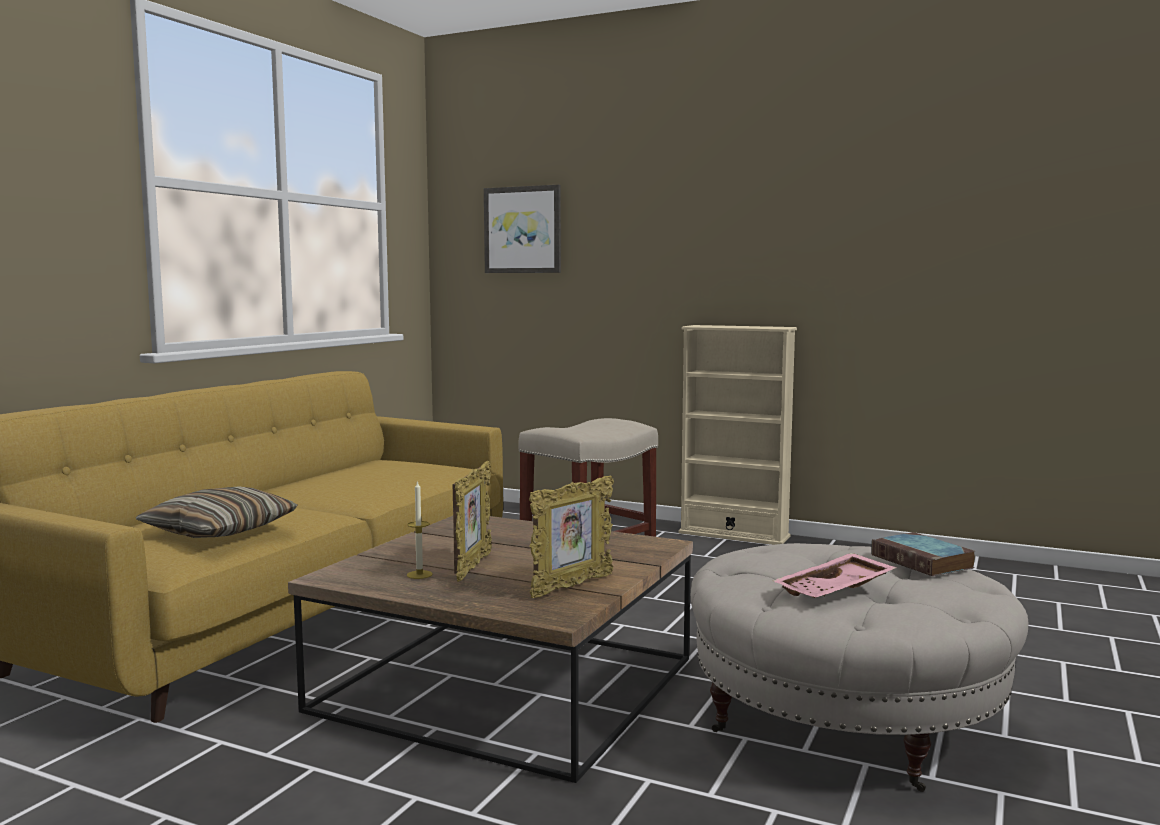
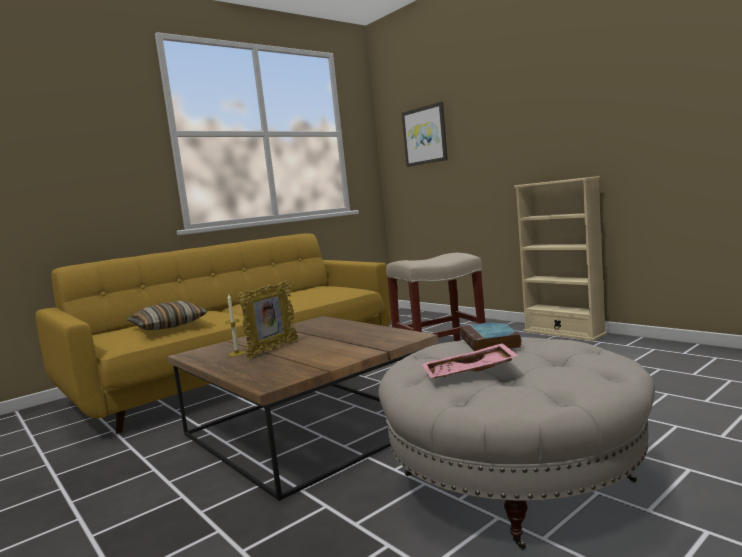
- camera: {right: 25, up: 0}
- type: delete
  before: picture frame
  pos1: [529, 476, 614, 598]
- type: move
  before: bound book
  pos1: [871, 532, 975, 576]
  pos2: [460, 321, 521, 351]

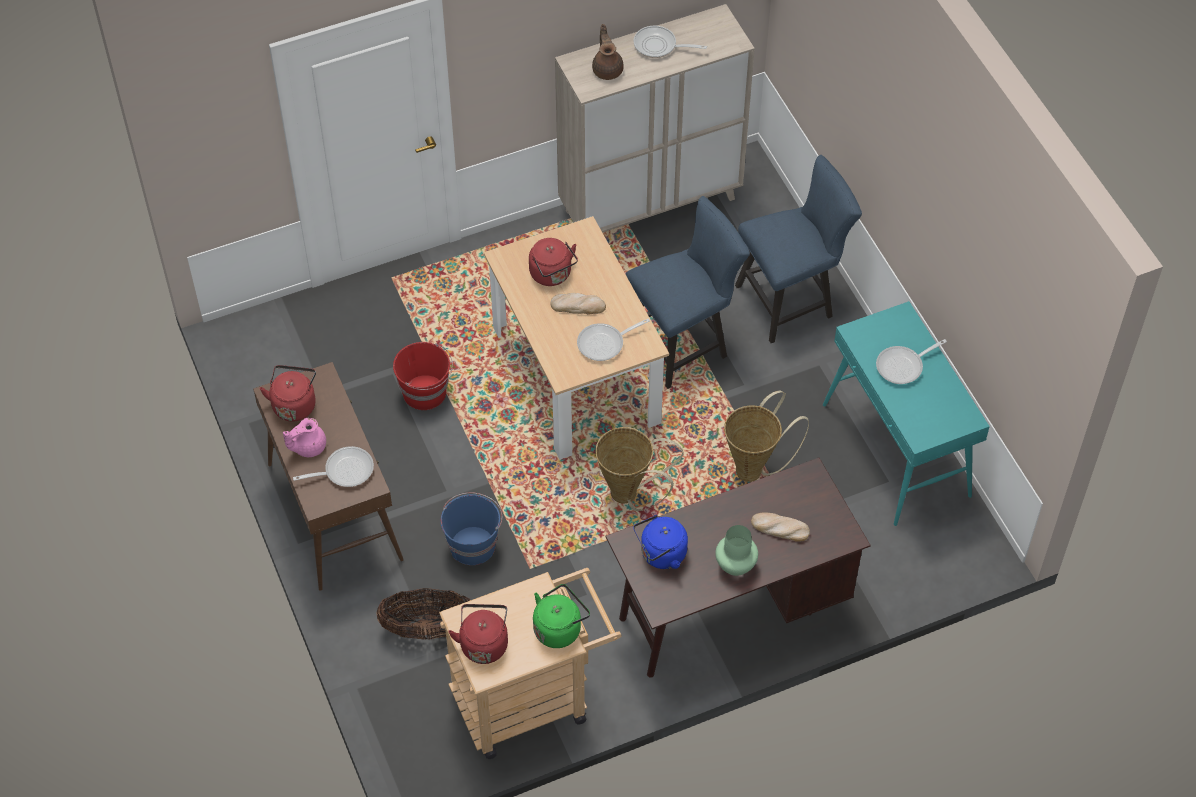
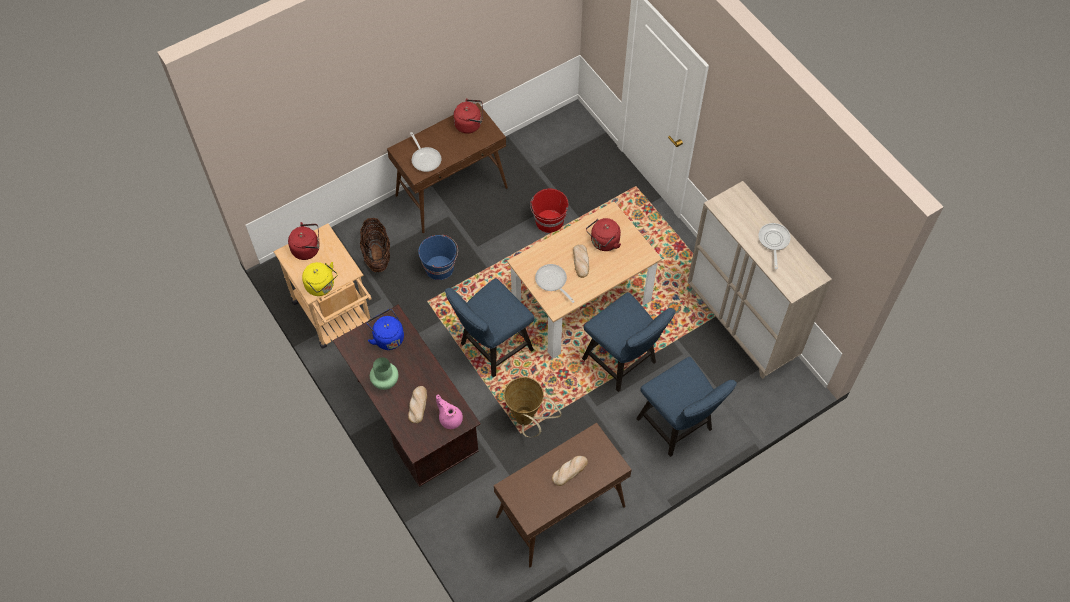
- camera: {right: 80, up: 5}
- type: move
  before: pink-coloured teapot
  pos1: [283, 418, 326, 457]
  pos2: [436, 395, 463, 429]
- type: recolor
  before: green tea kettle
  after: yellow tea kettle
  pos1: [533, 584, 590, 648]
  pos2: [302, 262, 338, 296]
- type: delete
  before: brown teapot
  pos1: [592, 24, 624, 80]
- type: replace
  before: storage basket
  after: blue upright chair
  pos1: [595, 427, 684, 511]
  pos2: [445, 278, 535, 378]
- type: recolor
  before: turquoise hall table
  after: brown hall table
  pos1: [823, 301, 990, 526]
  pos2: [494, 423, 632, 567]
- type: replace
  before: frying pan
  after: bakery bread
  pos1: [876, 339, 947, 384]
  pos2: [552, 456, 588, 486]

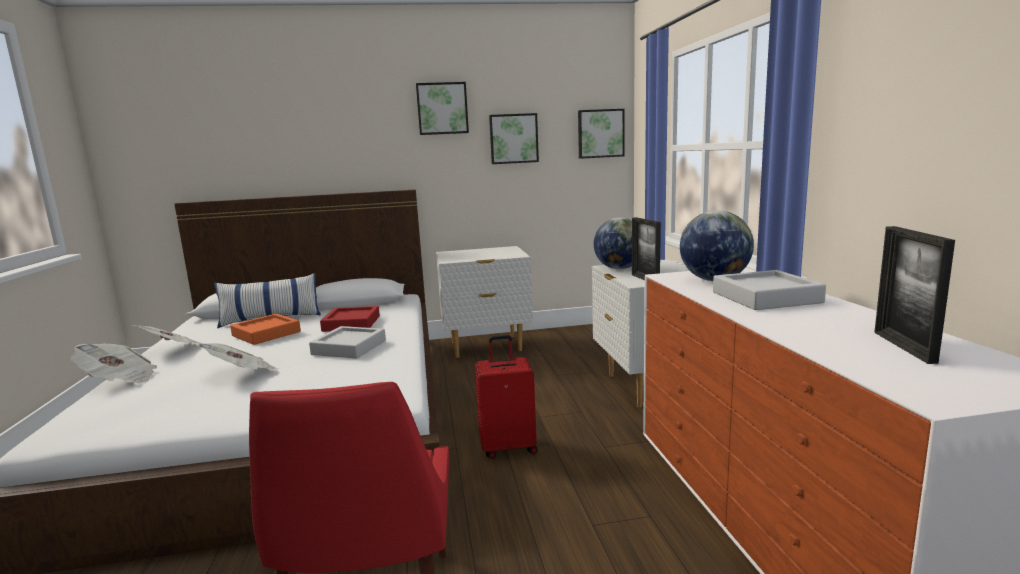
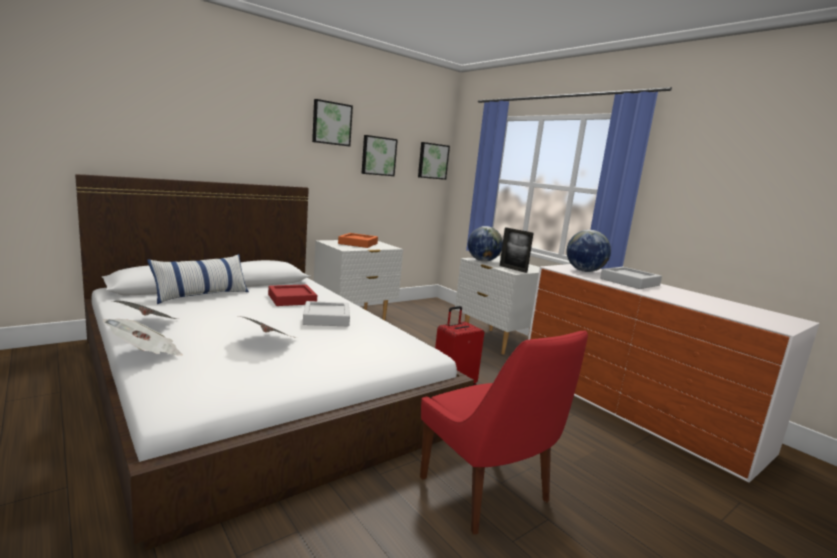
- camera: {right: -30, up: 0}
- type: move
  before: orange serving tray
  pos1: [230, 314, 301, 345]
  pos2: [338, 233, 378, 248]
- type: delete
  before: picture frame
  pos1: [874, 226, 955, 364]

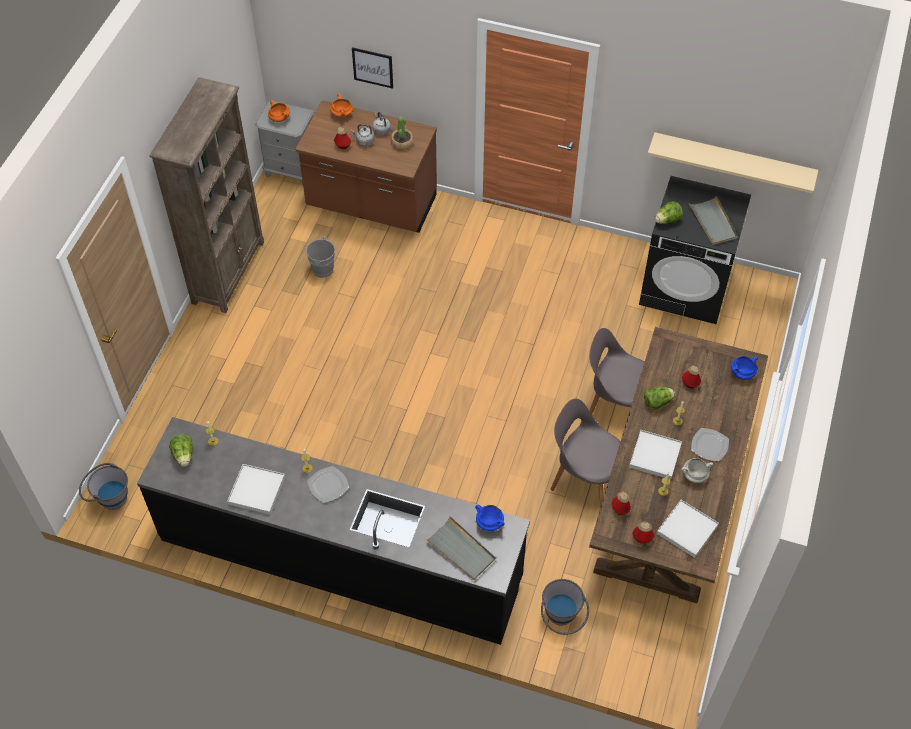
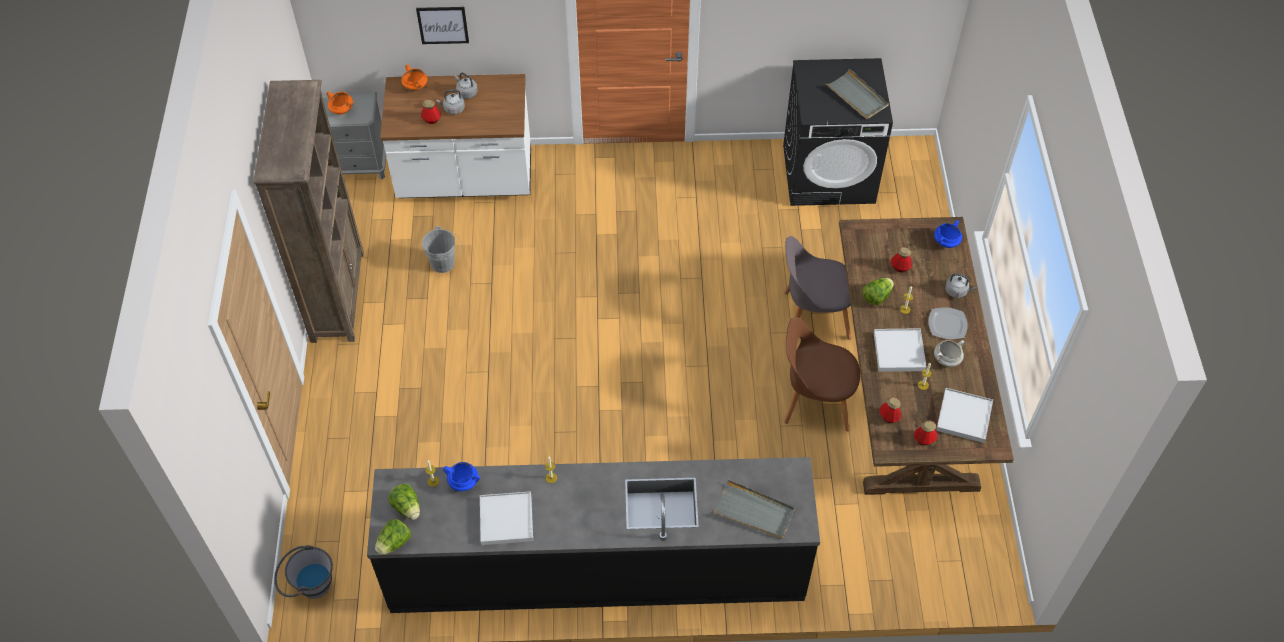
- camera: {right: -20, up: 0}
- type: recolor
  before: brown kitchen base unit
  after: whitish kitchen base unit
  pos1: [295, 100, 437, 233]
  pos2: [380, 74, 531, 198]
- type: delete
  before: dinner plate
  pos1: [307, 466, 349, 503]
- type: delete
  before: potted plant
  pos1: [391, 117, 414, 150]
- type: move
  before: blue saucepot
  pos1: [475, 505, 505, 531]
  pos2: [443, 462, 480, 491]
- type: delete
  before: gray bucket
  pos1: [541, 579, 589, 635]
- type: recolor
  before: gray upright chair
  after: brown upright chair
  pos1: [551, 399, 621, 507]
  pos2: [784, 317, 860, 431]
- type: delete
  before: sand-coloured shelf
  pos1: [647, 132, 819, 194]
- type: move
  before: lettuce head
  pos1: [655, 201, 683, 224]
  pos2: [375, 519, 411, 555]
- type: insert
  after: gray tea kettle
  pos2: [945, 273, 976, 298]

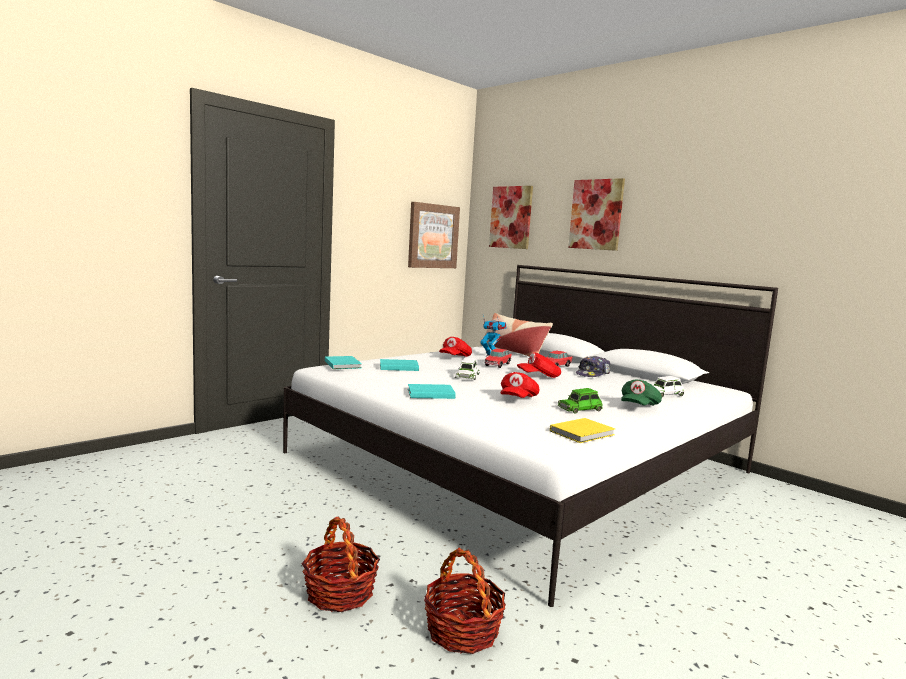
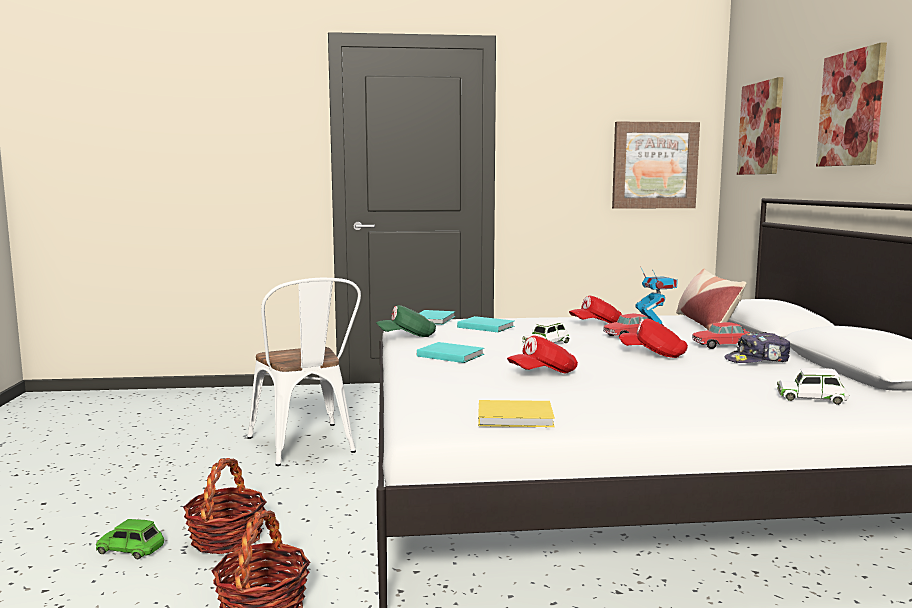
- camera: {right: 40, up: 0}
- type: move
  before: green model car
  pos1: [558, 388, 603, 414]
  pos2: [96, 519, 164, 559]
- type: move
  before: green cap
  pos1: [621, 379, 662, 406]
  pos2: [376, 305, 436, 337]
- type: insert
  after: whitish upright chair
  pos2: [247, 278, 361, 466]

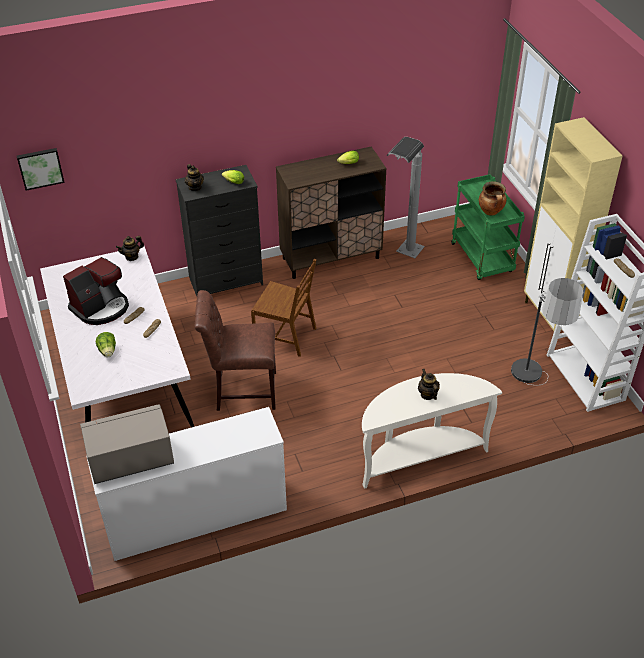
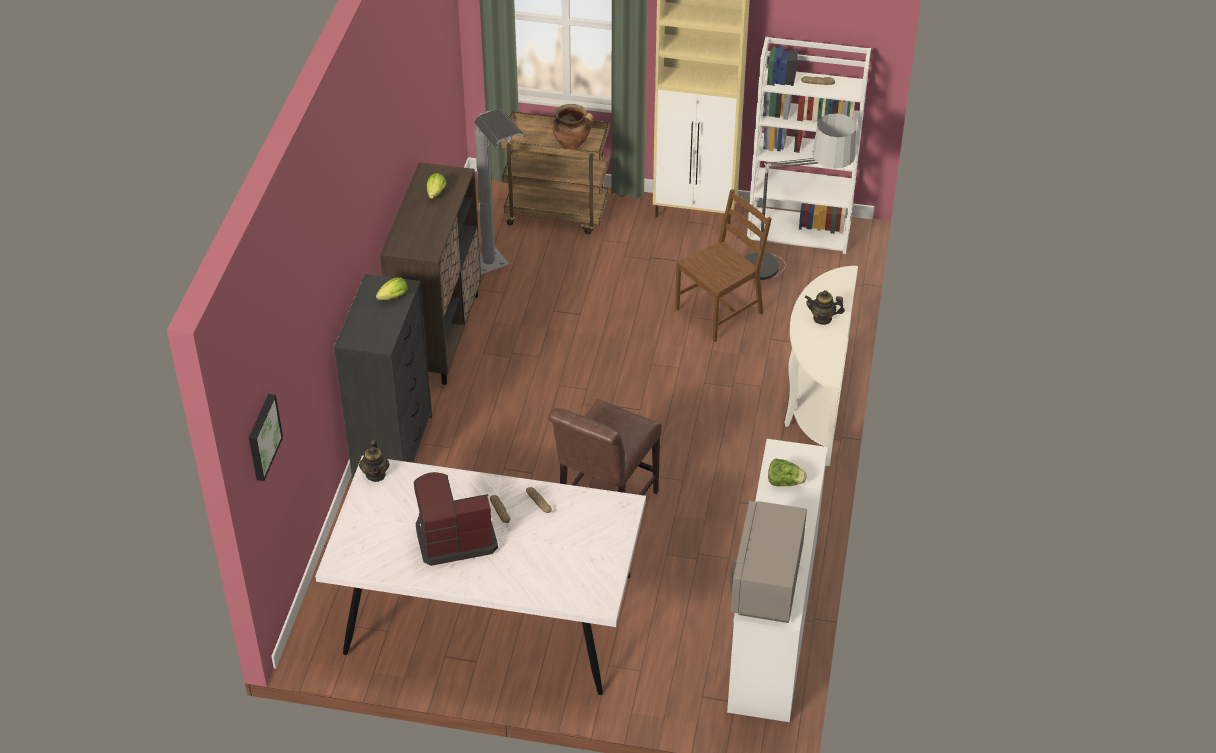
- camera: {right: -60, up: 0}
- type: rotate
  before: coffee brewer
  pos1: [63, 257, 129, 325]
  pos2: [414, 472, 498, 566]
  turn: -90
- type: move
  before: lettuce head
  pos1: [96, 332, 116, 357]
  pos2: [768, 458, 807, 486]
- type: delete
  before: teapot
  pos1: [185, 164, 204, 191]
- type: move
  before: brown upright chair
  pos1: [251, 259, 317, 357]
  pos2: [675, 189, 772, 342]
- type: recolor
  before: green trolley
  after: brown trolley
  pos1: [451, 174, 525, 280]
  pos2: [501, 111, 609, 234]

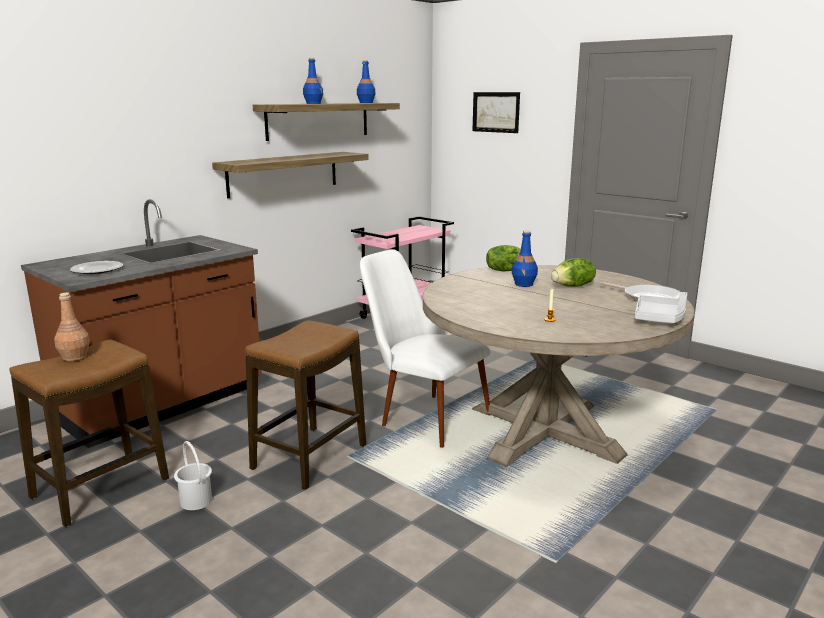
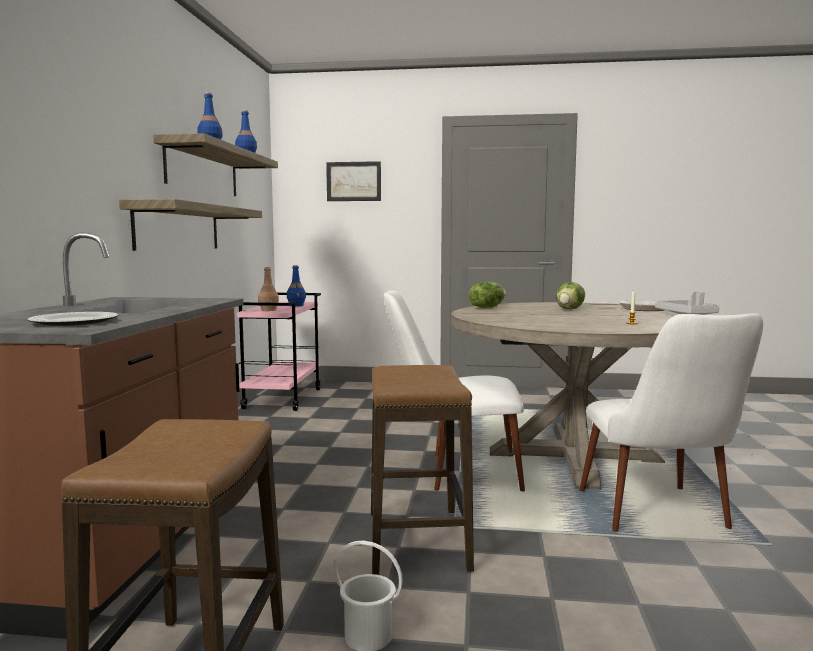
- camera: {right: -35, up: -10}
- type: move
  before: brown beverage bottle
  pos1: [54, 293, 90, 361]
  pos2: [258, 267, 279, 311]
- type: move
  before: blue beverage bottle
  pos1: [512, 230, 538, 287]
  pos2: [287, 265, 306, 307]
- type: insert
  after: whitish upright chair
  pos2: [580, 314, 763, 532]

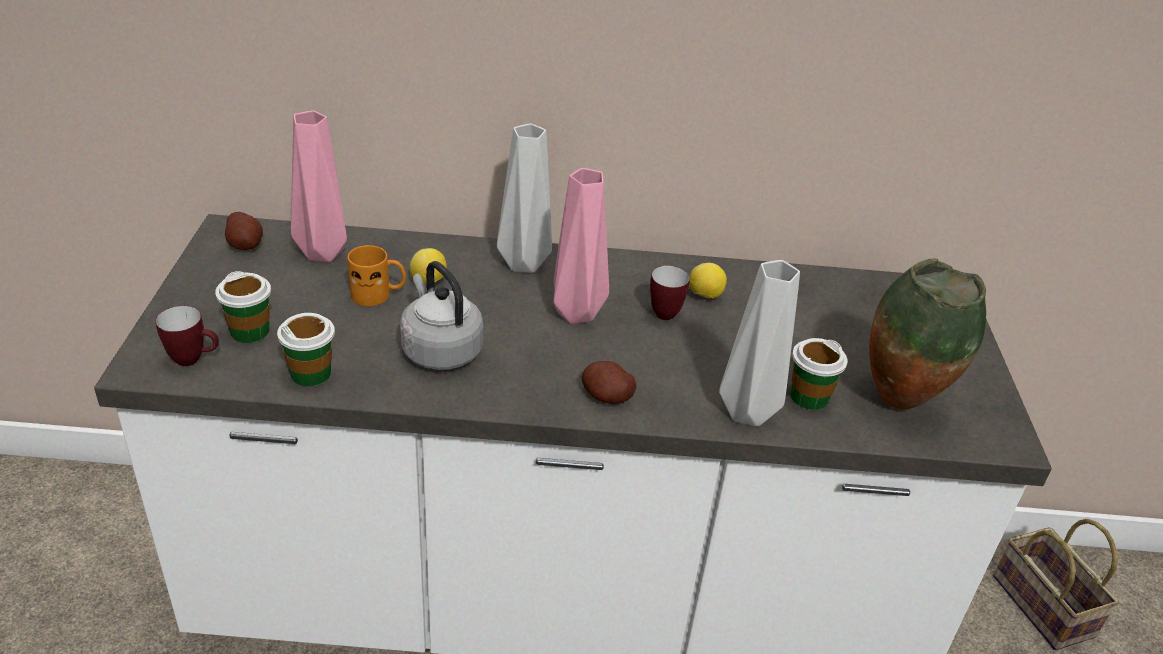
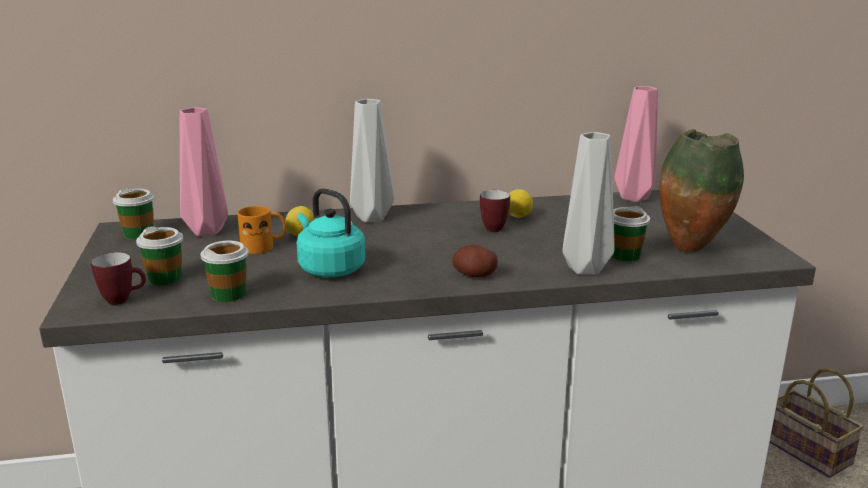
- camera: {right: -10, up: -15}
- type: replace
  before: whole potato
  after: small cup
  pos1: [225, 212, 263, 250]
  pos2: [113, 188, 154, 240]
- type: recolor
  before: gray tea kettle
  after: turquoise tea kettle
  pos1: [400, 261, 483, 370]
  pos2: [296, 188, 365, 277]
- type: move
  before: pink-coloured flower vase
  pos1: [554, 168, 609, 324]
  pos2: [615, 86, 658, 202]

